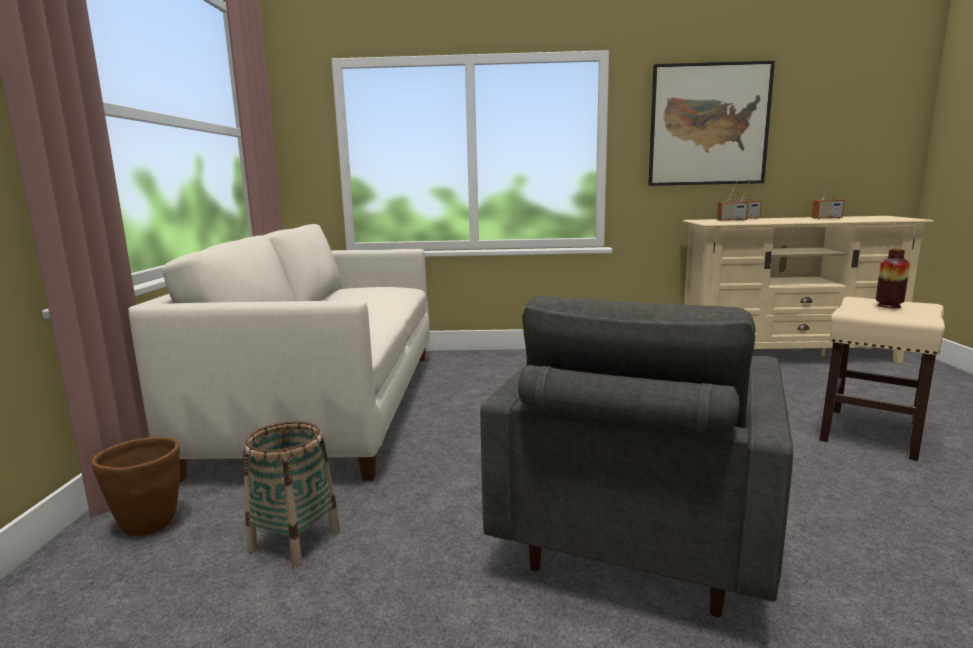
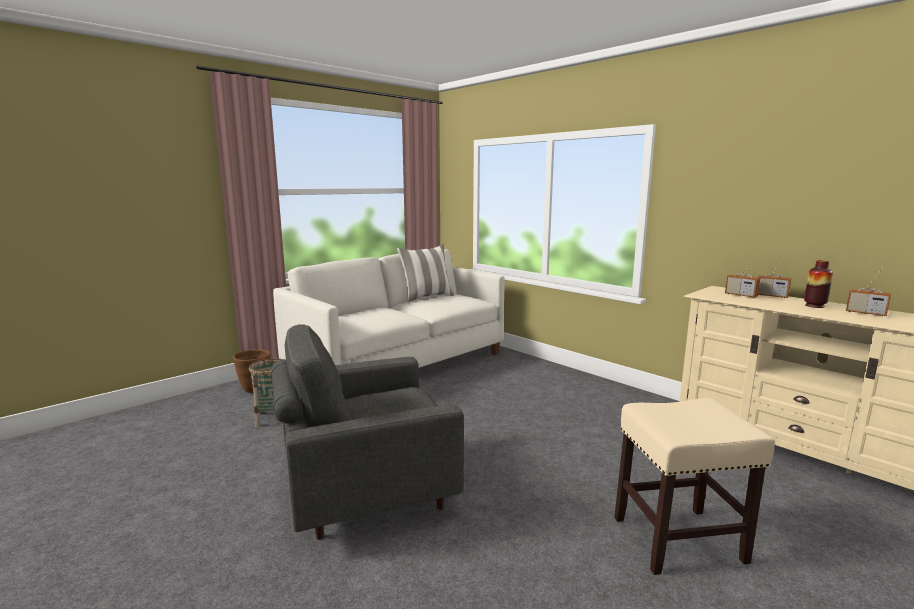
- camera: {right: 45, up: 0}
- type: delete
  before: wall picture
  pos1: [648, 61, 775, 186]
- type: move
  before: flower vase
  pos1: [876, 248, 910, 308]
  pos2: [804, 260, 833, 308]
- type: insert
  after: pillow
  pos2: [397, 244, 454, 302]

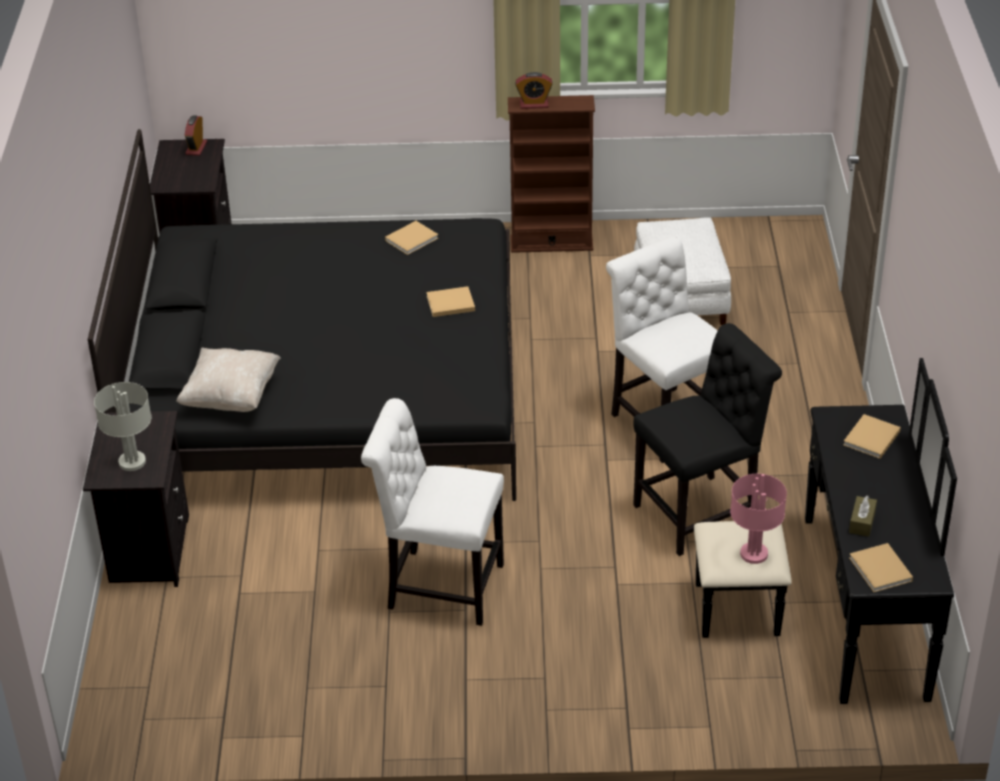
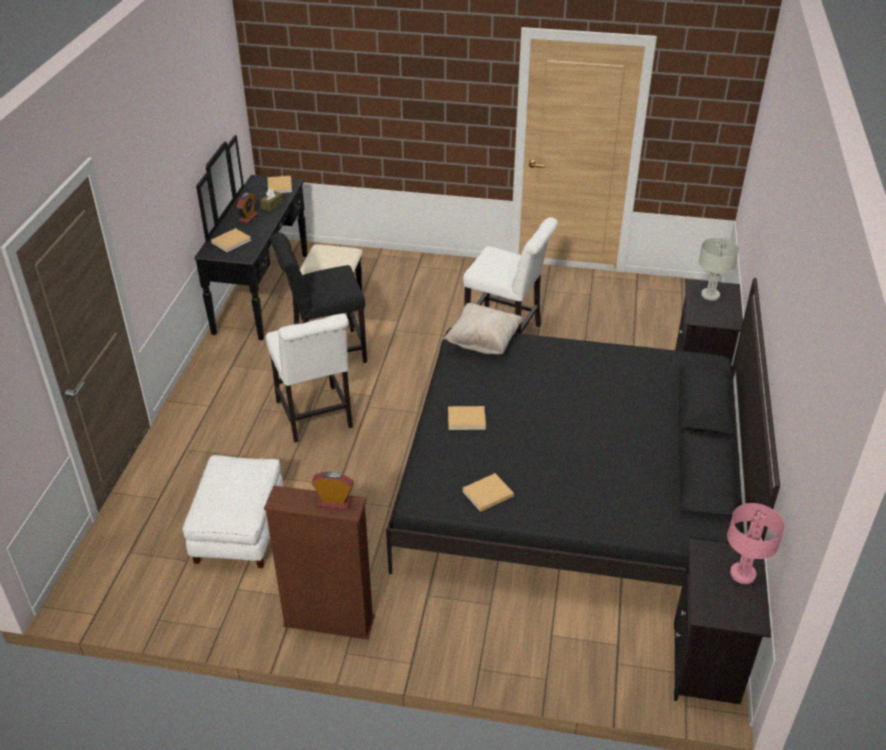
- camera: {right: -170, up: 0}
- type: move
  before: sand-coloured pillow
  pos1: [176, 347, 281, 412]
  pos2: [443, 303, 523, 355]
- type: move
  before: bedside clock
  pos1: [185, 115, 207, 156]
  pos2: [237, 193, 258, 223]
- type: move
  before: pink-coloured lamp for a table
  pos1: [730, 474, 787, 564]
  pos2: [727, 503, 785, 584]

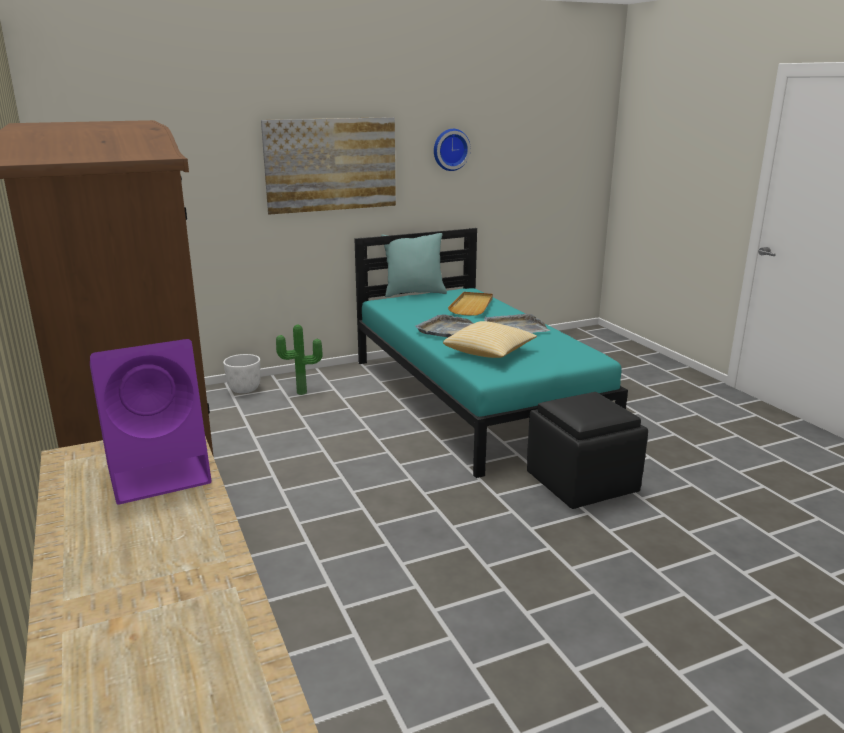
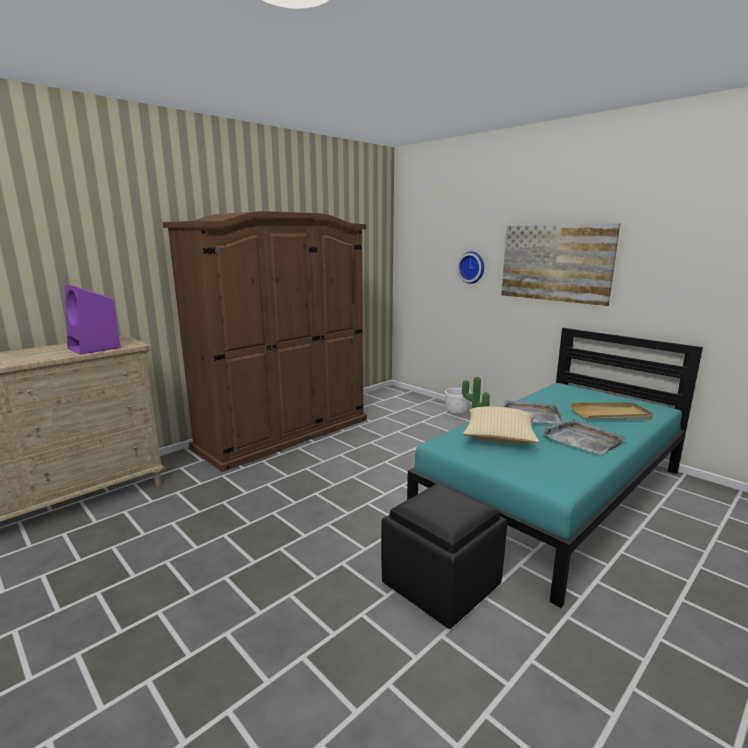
- camera: {right: 70, up: -5}
- type: delete
  before: turquoise pillow
  pos1: [381, 233, 447, 297]
- type: move
  before: wall clock
  pos1: [434, 129, 471, 171]
  pos2: [457, 251, 484, 284]

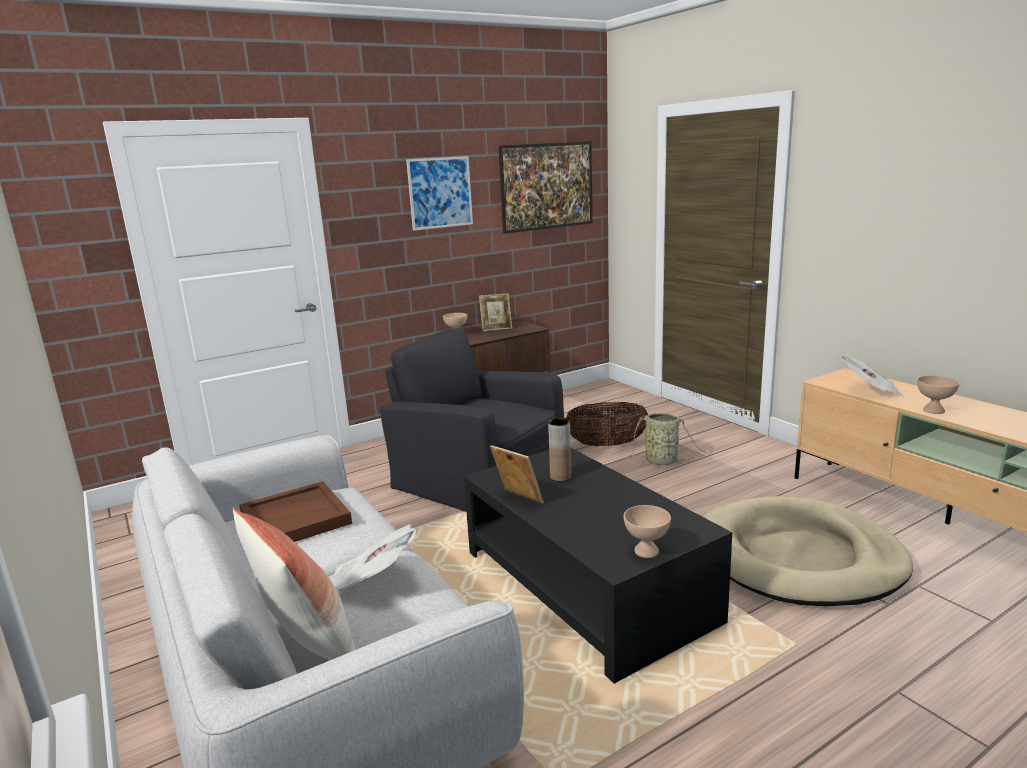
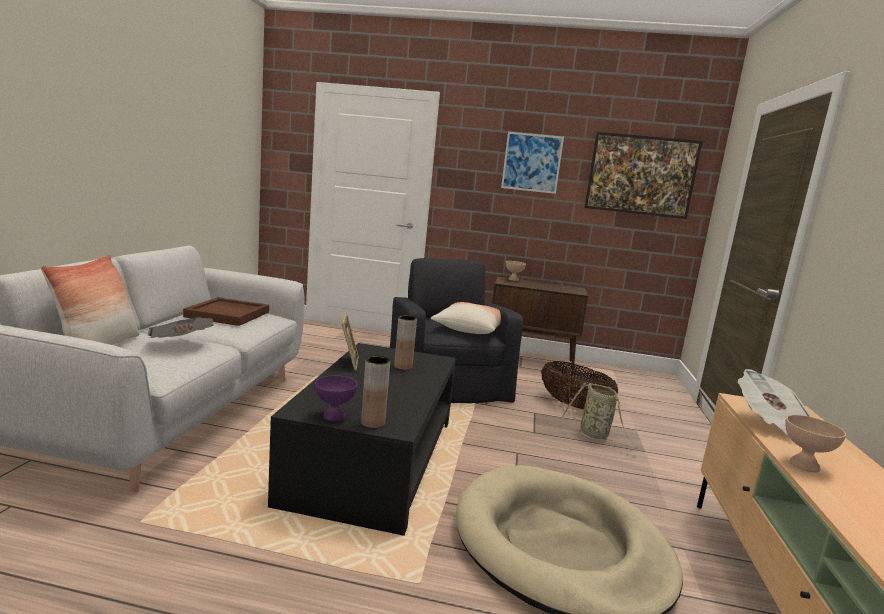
- camera: {right: 40, up: -5}
- type: delete
  before: picture frame
  pos1: [479, 293, 512, 331]
- type: recolor
  before: sand-coloured serving bowl
  after: purplish serving bowl
  pos1: [624, 505, 671, 558]
  pos2: [315, 375, 357, 421]
- type: insert
  after: brown flower vase
  pos2: [361, 356, 390, 428]
- type: insert
  after: pillow
  pos2: [431, 302, 501, 334]

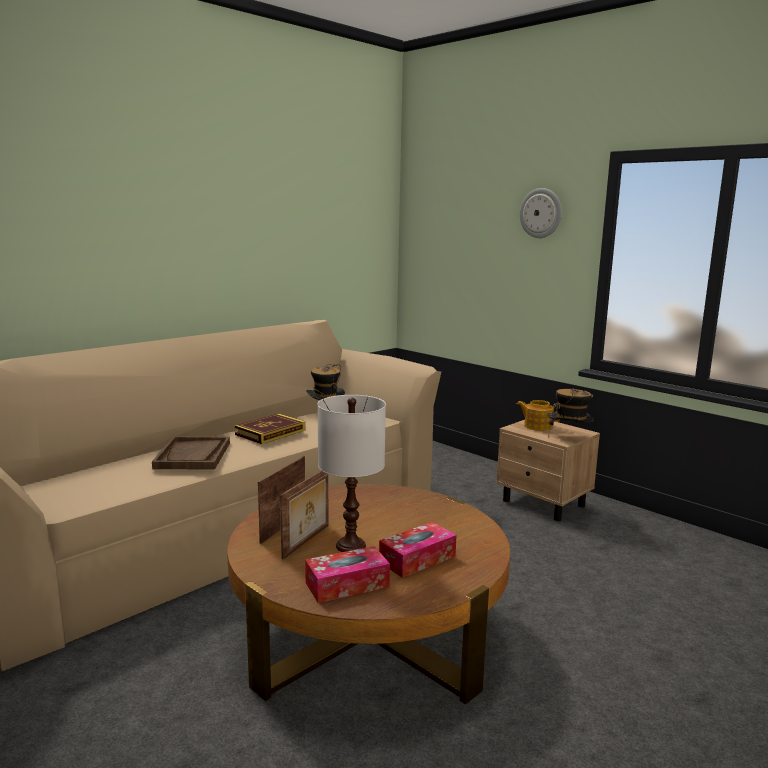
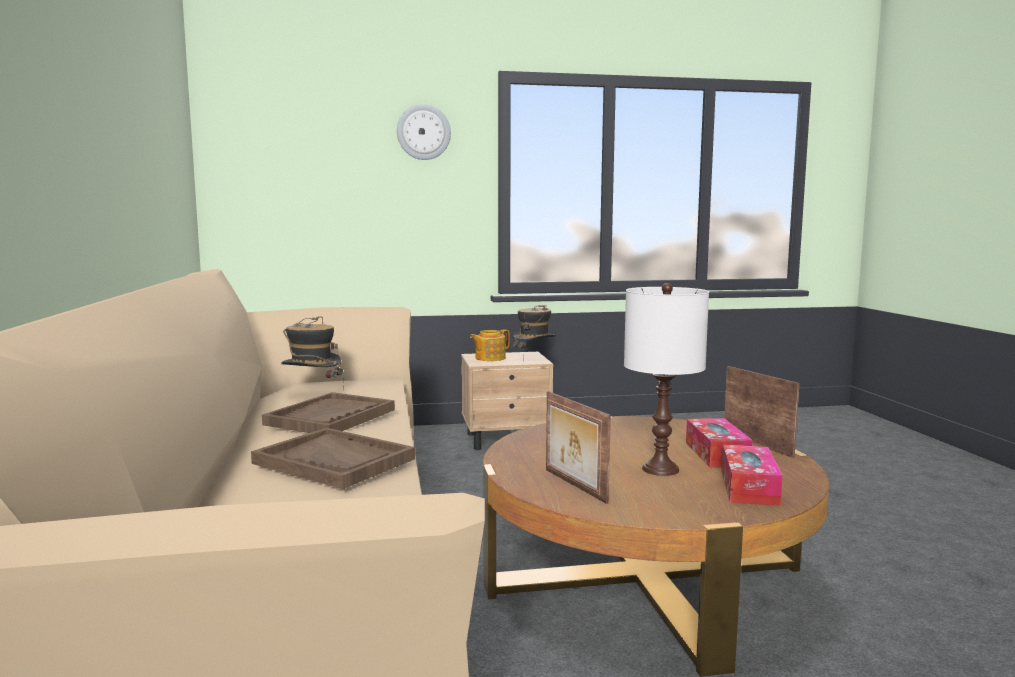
- camera: {right: -55, up: -5}
- type: replace
  before: bound book
  after: brown serving tray
  pos1: [235, 413, 305, 444]
  pos2: [262, 392, 395, 433]
- type: move
  before: picture frame
  pos1: [280, 471, 328, 560]
  pos2: [724, 366, 800, 458]

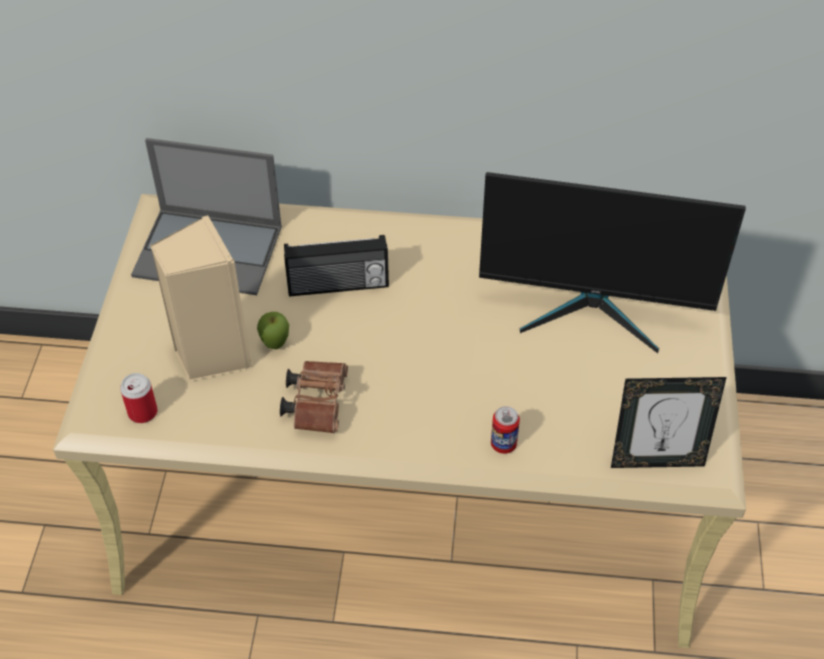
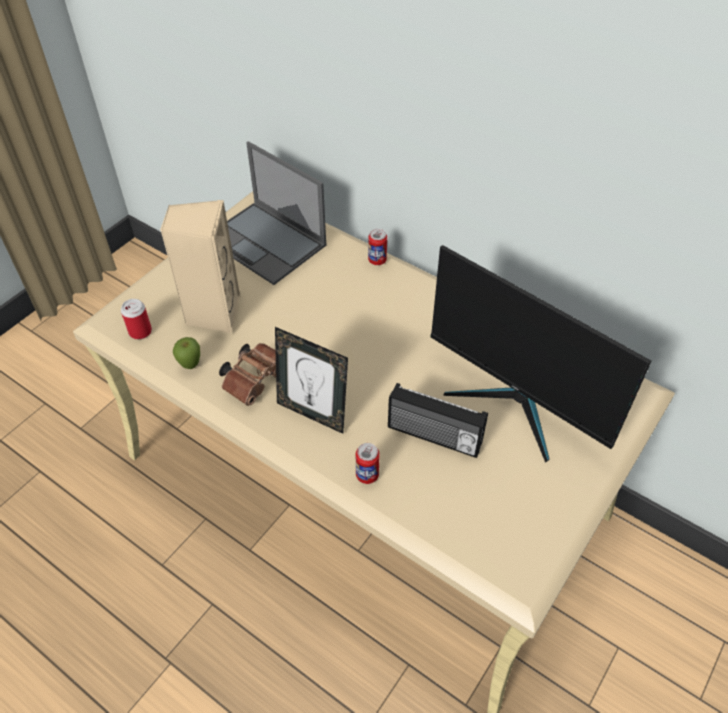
- camera: {right: 30, up: 0}
- type: move
  before: apple
  pos1: [257, 312, 289, 349]
  pos2: [173, 337, 200, 369]
- type: move
  before: radio receiver
  pos1: [284, 235, 389, 297]
  pos2: [388, 383, 488, 458]
- type: move
  before: picture frame
  pos1: [611, 377, 727, 468]
  pos2: [275, 327, 348, 434]
- type: insert
  after: can
  pos2: [368, 229, 387, 265]

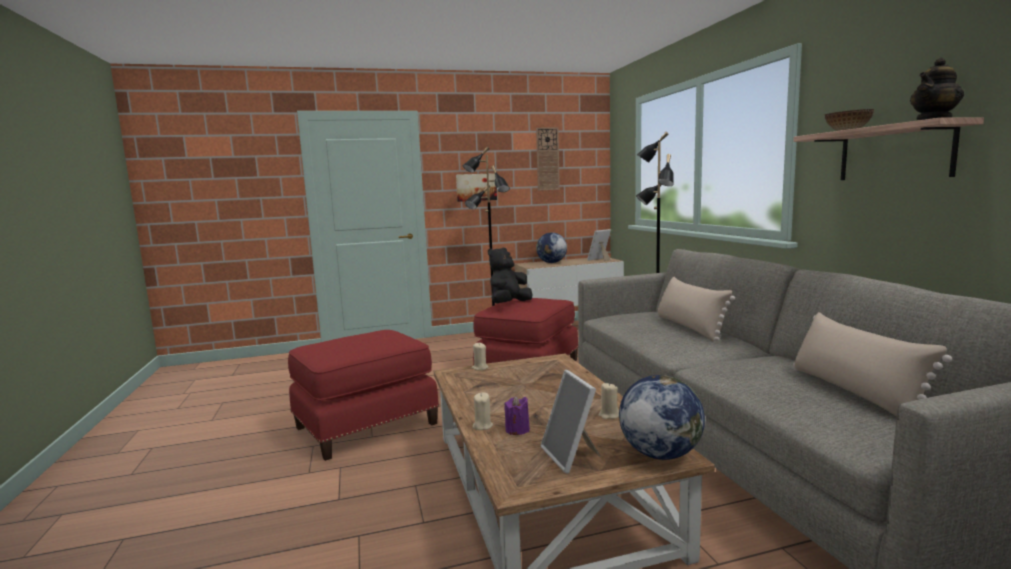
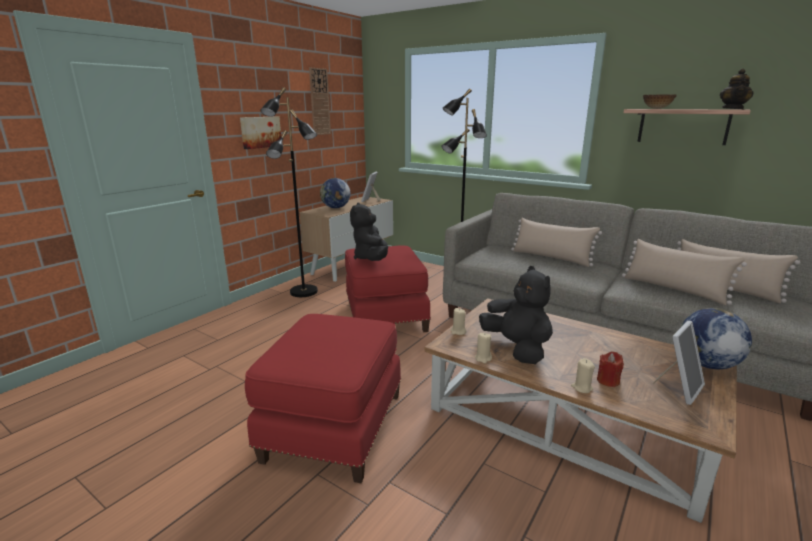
- camera: {right: -40, up: 10}
- type: recolor
  before: purplish wax light
  after: red-coloured wax light
  pos1: [504, 396, 530, 435]
  pos2: [597, 352, 624, 387]
- type: rotate
  before: picture frame
  pos1: [541, 370, 600, 473]
  pos2: [653, 321, 705, 405]
  turn: -75
- type: move
  before: sand-coloured wax light
  pos1: [599, 383, 619, 419]
  pos2: [475, 333, 492, 363]
- type: insert
  after: black soft toy
  pos2: [479, 266, 553, 364]
- type: insert
  after: sand-coloured pillow
  pos2: [622, 239, 747, 305]

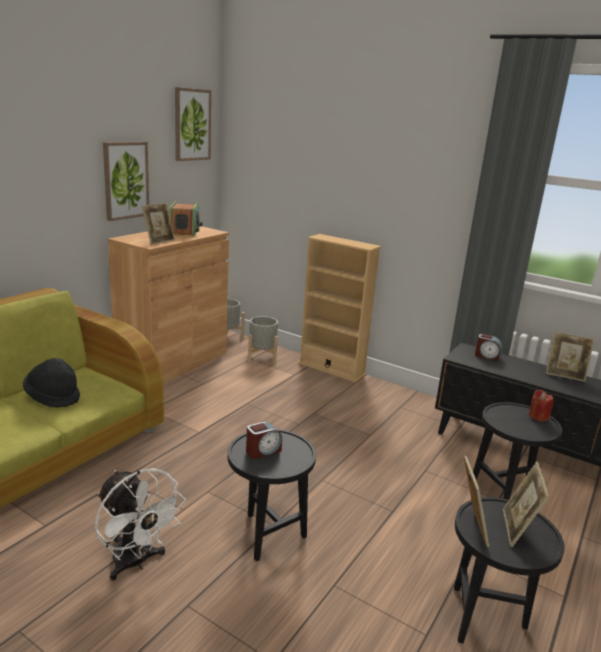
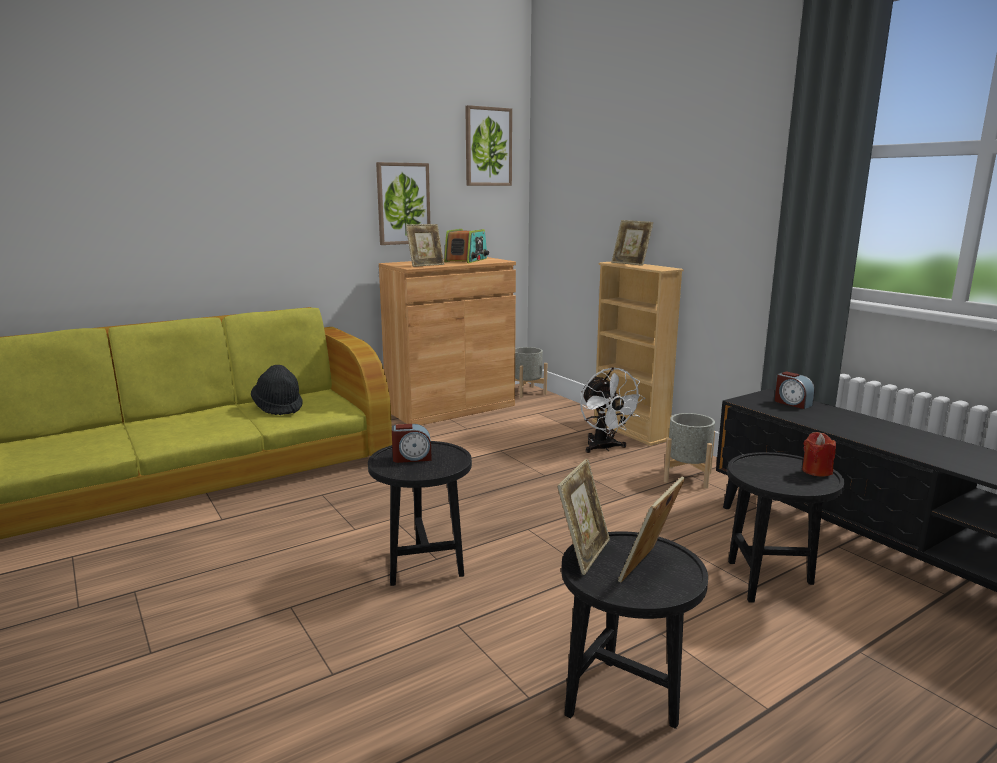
- camera: {right: 25, up: -5}
- type: move
  before: whitish fan
  pos1: [95, 468, 186, 581]
  pos2: [580, 367, 645, 453]
- type: move
  before: gray plant pot
  pos1: [248, 316, 278, 364]
  pos2: [664, 413, 715, 489]
- type: move
  before: picture frame
  pos1: [546, 331, 595, 382]
  pos2: [611, 220, 653, 266]

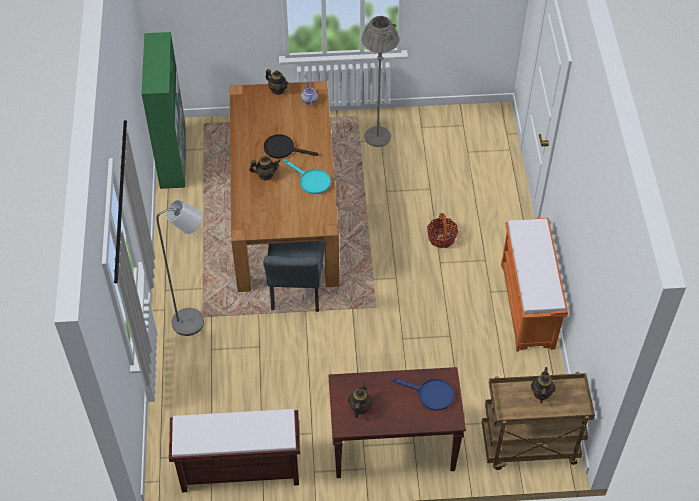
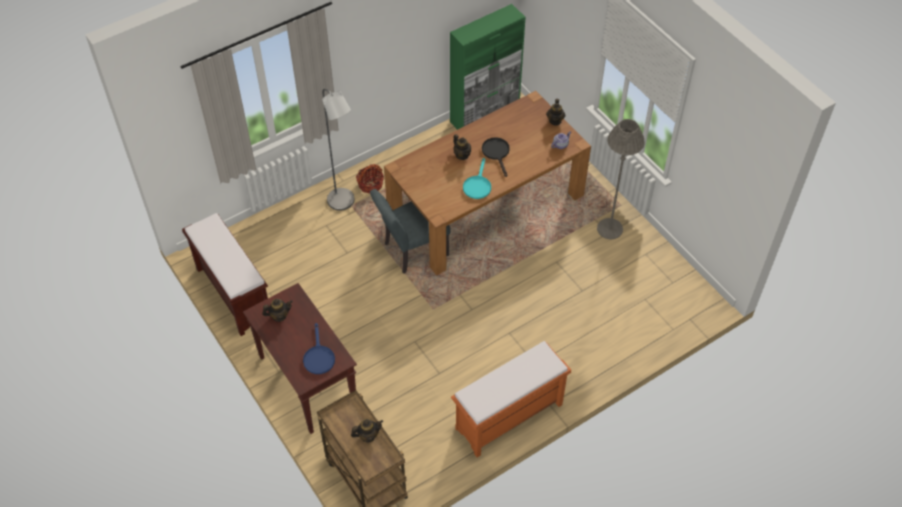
- camera: {right: 60, up: 0}
- type: move
  before: storage basket
  pos1: [427, 213, 458, 248]
  pos2: [356, 164, 384, 194]

